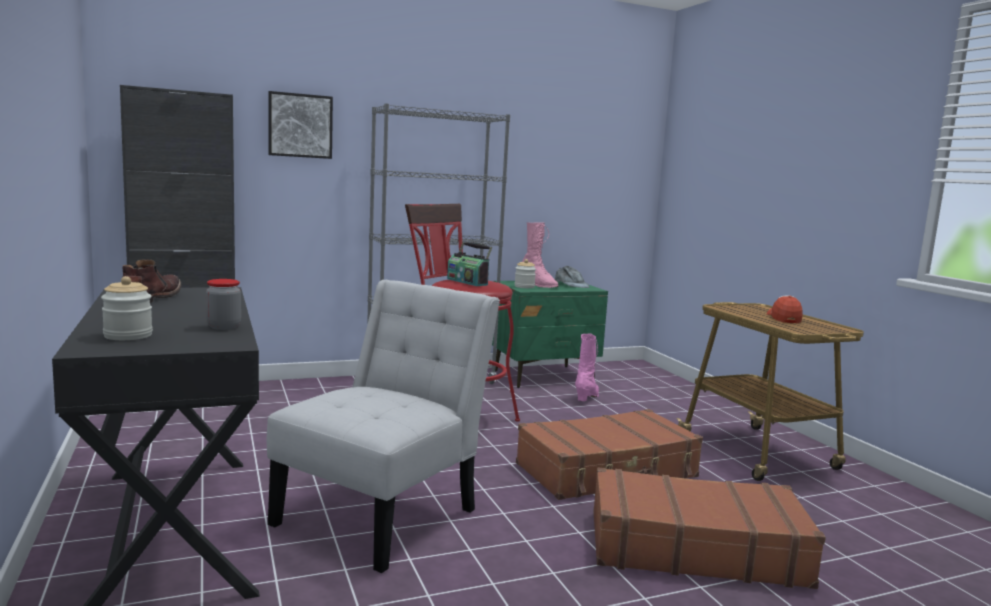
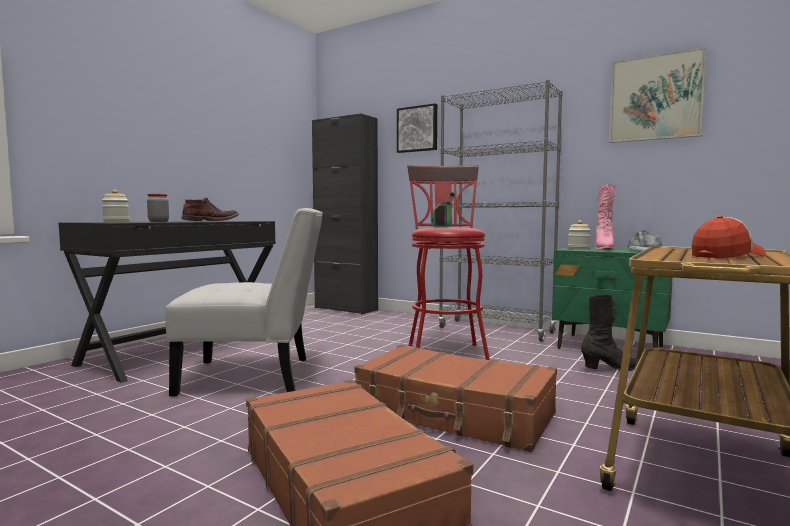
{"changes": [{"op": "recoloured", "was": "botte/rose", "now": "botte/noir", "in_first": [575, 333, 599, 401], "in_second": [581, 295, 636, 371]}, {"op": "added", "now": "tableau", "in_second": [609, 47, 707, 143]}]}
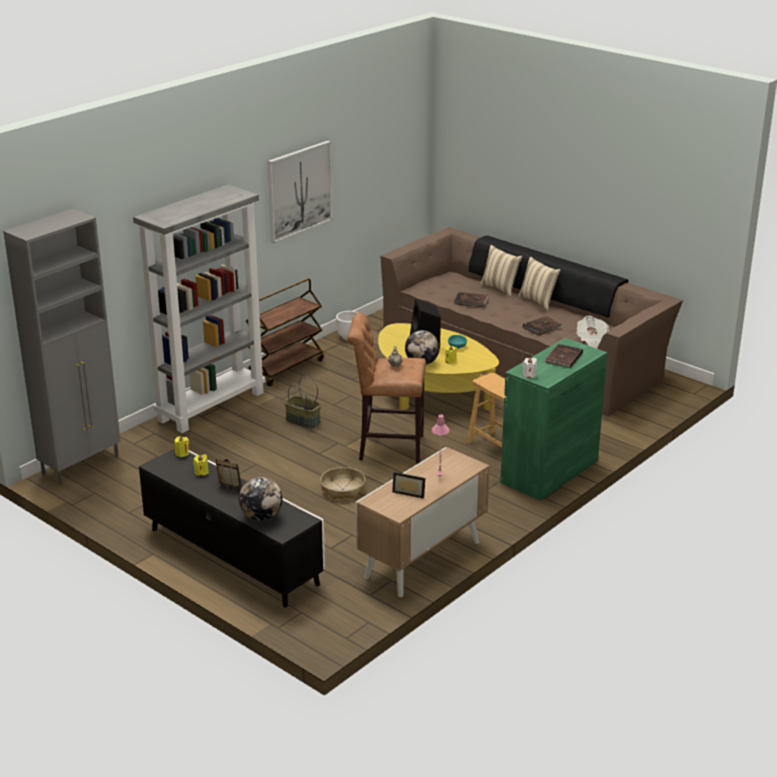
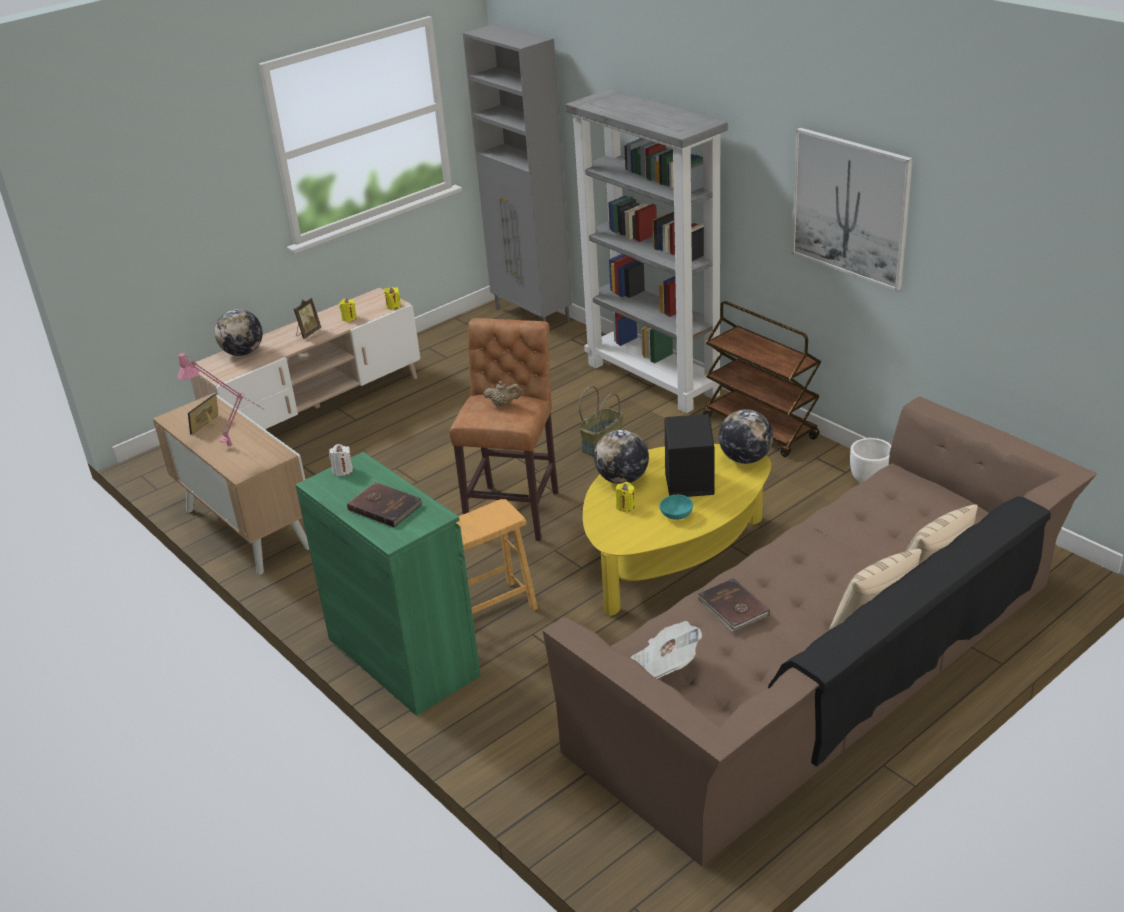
{"changes": [{"op": "recoloured", "was": "meuble télé/noir", "now": "meuble télé/beige", "in_first": [139, 448, 325, 608], "in_second": [190, 288, 420, 429]}, {"op": "removed", "was": "panier", "in_first": [320, 467, 365, 500]}, {"op": "removed", "was": "livre/marron", "in_first": [454, 292, 488, 307]}, {"op": "added", "now": "globe", "in_second": [719, 409, 773, 464]}]}
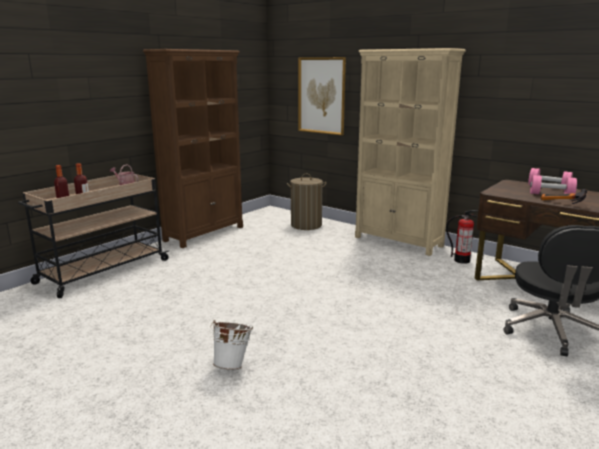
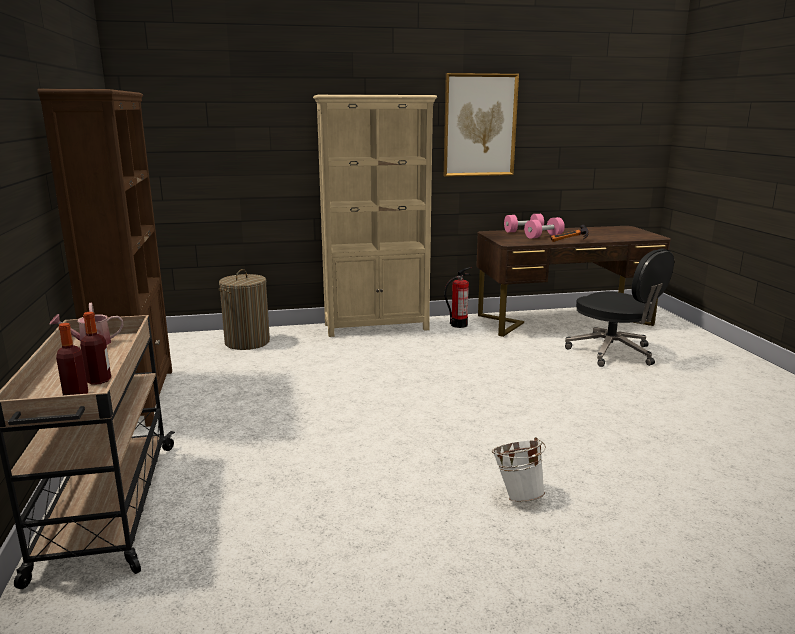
{"changes": [{"op": "moved", "was": "tableau", "in_first": [298, 57, 346, 135], "in_second": [444, 73, 519, 177]}]}
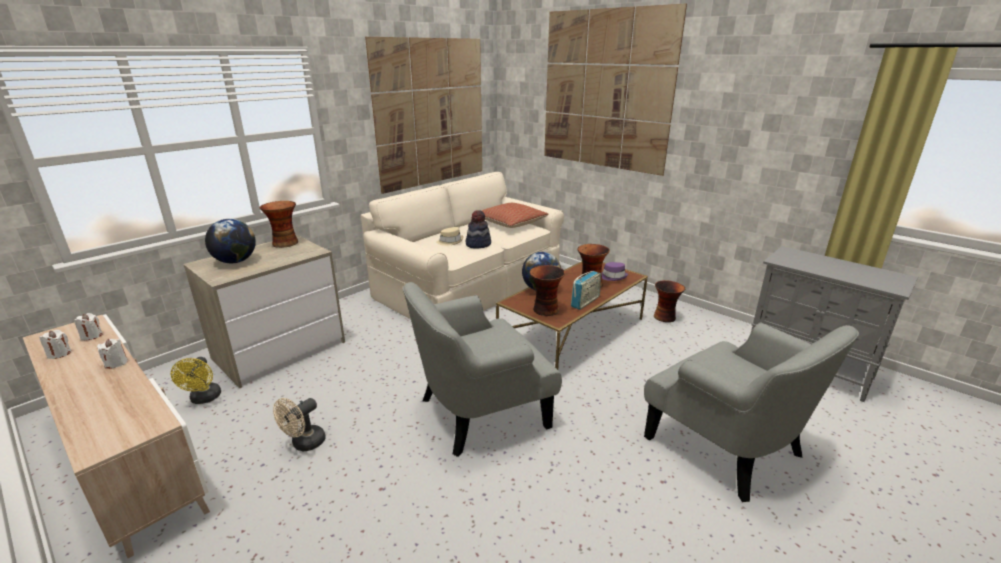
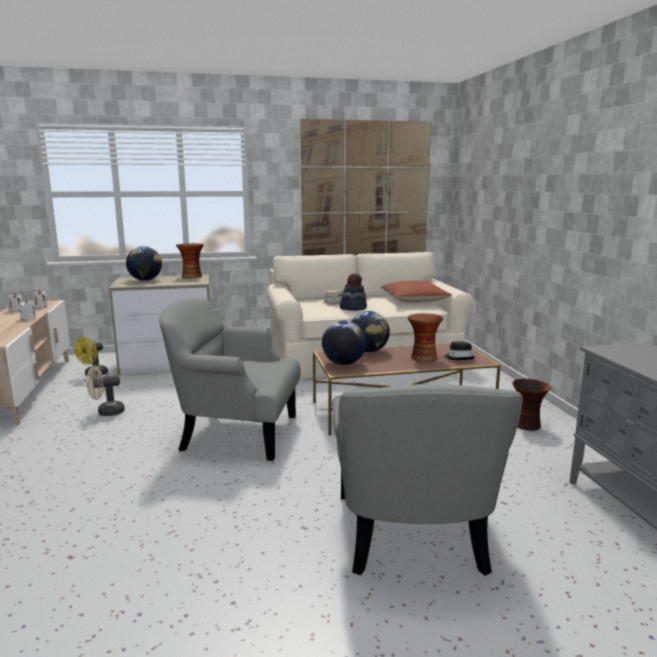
{"changes": [{"op": "replaced", "was": "vase", "now": "globe", "in_first": [530, 265, 565, 316], "in_second": [322, 321, 366, 365]}, {"op": "removed", "was": "tableau", "in_first": [544, 4, 687, 176]}, {"op": "removed", "was": "radio", "in_first": [571, 271, 601, 310]}, {"op": "recoloured", "was": "chapeau/violet", "now": "chapeau/noir", "in_first": [602, 262, 628, 281], "in_second": [444, 341, 476, 360]}]}
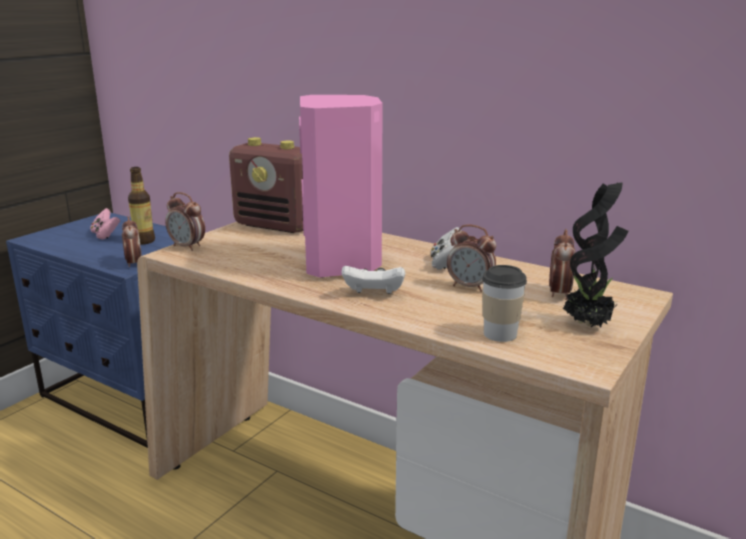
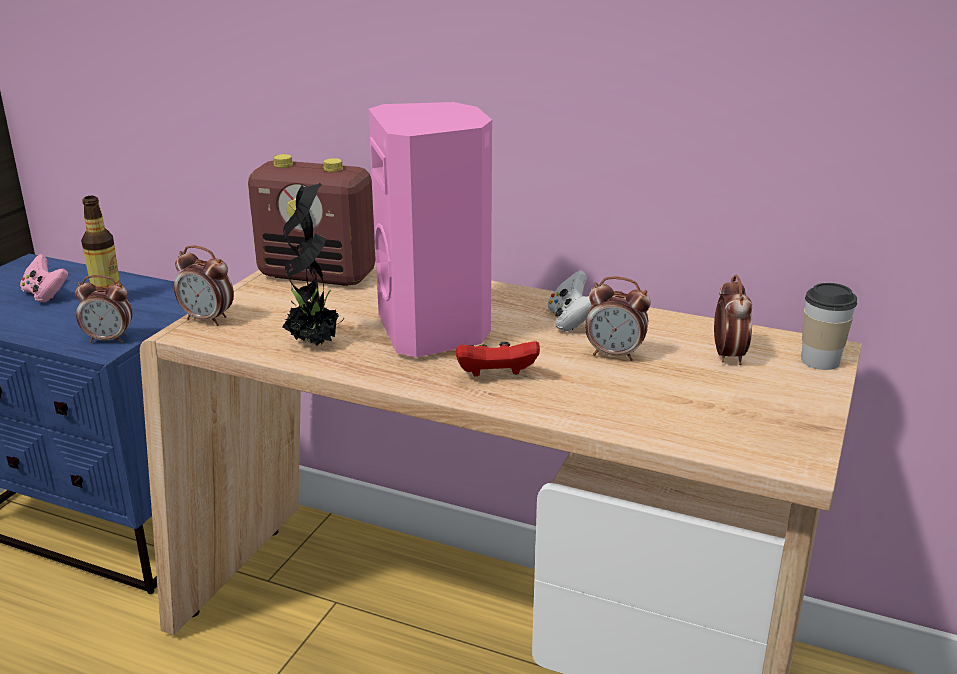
{"changes": [{"op": "turned", "was": "réveil", "in_first": [122, 216, 142, 267], "in_second": [75, 275, 132, 343], "clockwise": 120}, {"op": "recoloured", "was": "manette/blanc", "now": "manette/rouge", "in_first": [342, 266, 405, 294], "in_second": [456, 341, 540, 376]}, {"op": "moved", "was": "tasse", "in_first": [482, 265, 527, 342], "in_second": [801, 283, 857, 370]}, {"op": "moved", "was": "plante en pot", "in_first": [563, 182, 628, 328], "in_second": [282, 183, 344, 345]}]}
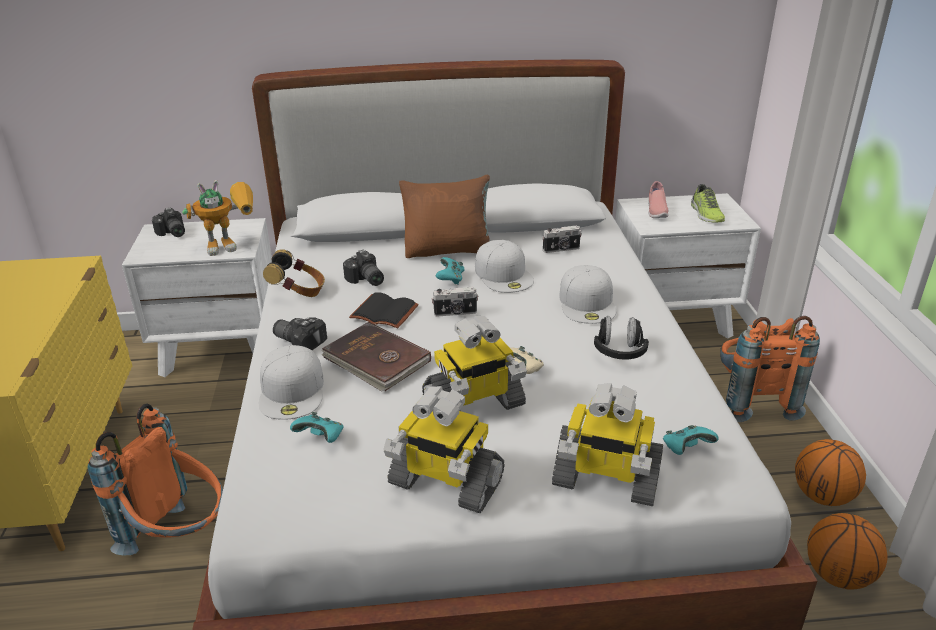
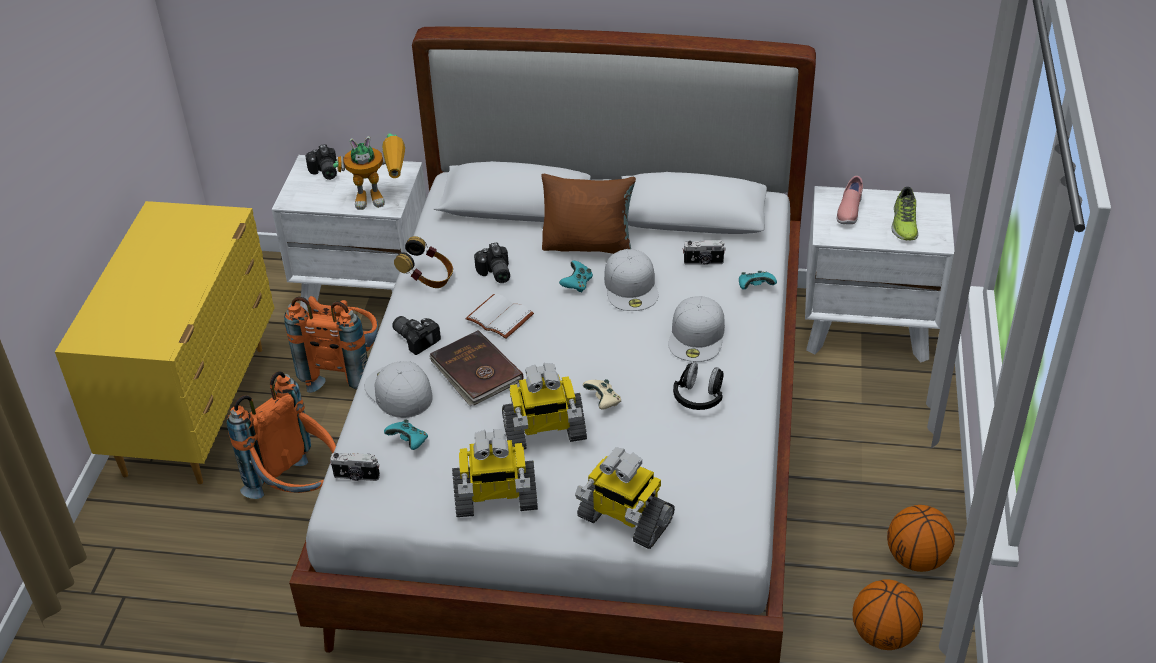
{"changes": [{"op": "turned", "was": "casquette/blanc", "in_first": [259, 345, 324, 420], "in_second": [364, 361, 433, 418], "clockwise": 135}, {"op": "recoloured", "was": "livre/noir", "now": "livre/blanc", "in_first": [349, 293, 419, 329], "in_second": [465, 294, 534, 339]}, {"op": "turned", "was": "robot jouet", "in_first": [383, 386, 504, 513], "in_second": [452, 429, 538, 517], "clockwise": -45}, {"op": "moved", "was": "appareil photo", "in_first": [432, 287, 479, 317], "in_second": [330, 453, 380, 481]}, {"op": "moved", "was": "manette/turquoise", "in_first": [663, 425, 719, 455], "in_second": [739, 271, 777, 289]}, {"op": "moved", "was": "sac à dos/orange", "in_first": [720, 316, 820, 422], "in_second": [284, 296, 378, 393]}]}
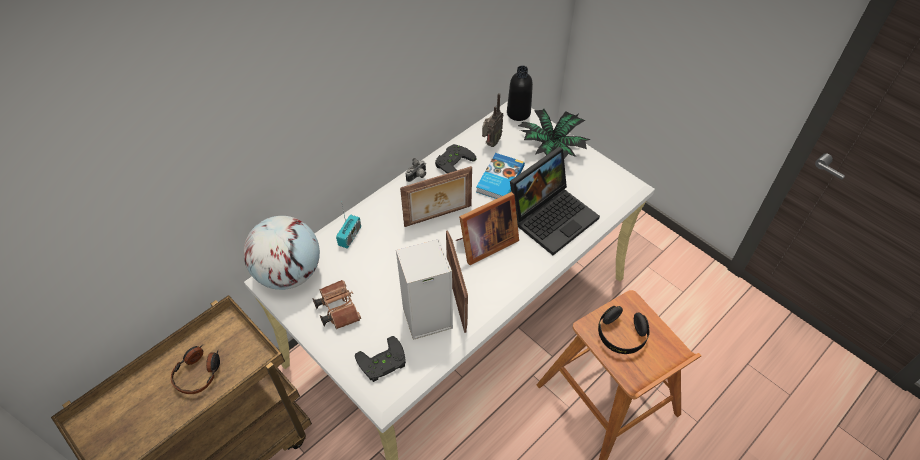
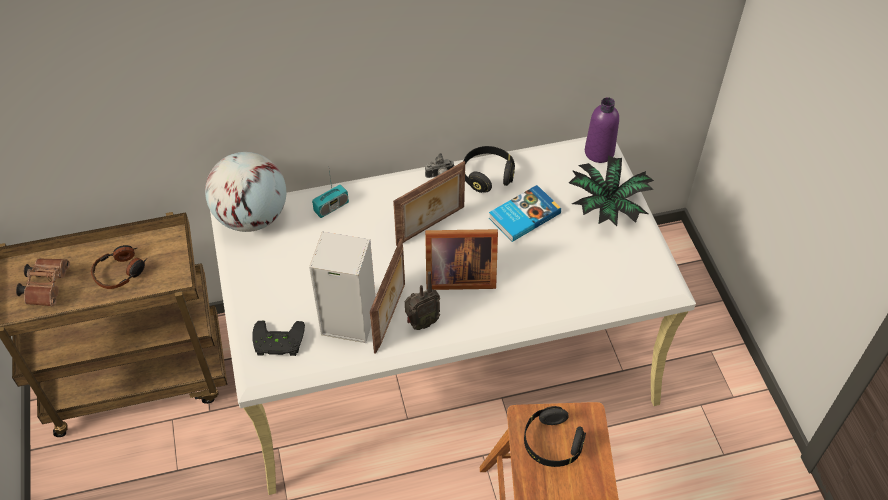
{"changes": [{"op": "moved", "was": "jumelles/marron", "in_first": [313, 280, 361, 329], "in_second": [16, 258, 70, 306]}, {"op": "turned", "was": "cadre photo", "in_first": [400, 166, 472, 227], "in_second": [393, 161, 465, 246], "clockwise": -45}, {"op": "replaced", "was": "manette/noir", "now": "casque audio/noir", "in_first": [435, 144, 477, 173], "in_second": [464, 146, 515, 193]}, {"op": "moved", "was": "radio", "in_first": [482, 93, 504, 147], "in_second": [405, 271, 440, 330]}, {"op": "recoloured", "was": "bouteille/noir", "now": "bouteille/violet", "in_first": [507, 66, 533, 121], "in_second": [585, 97, 619, 163]}, {"op": "removed", "was": "ordinateur portable", "in_first": [510, 147, 600, 255]}]}
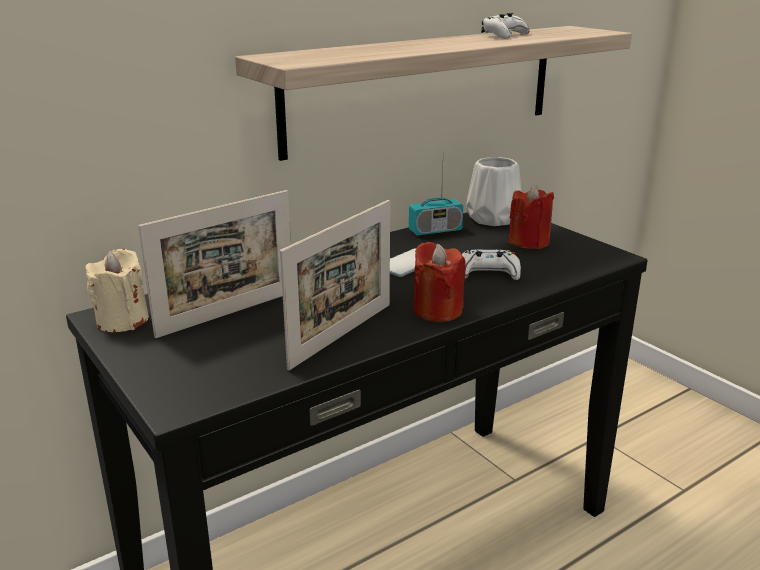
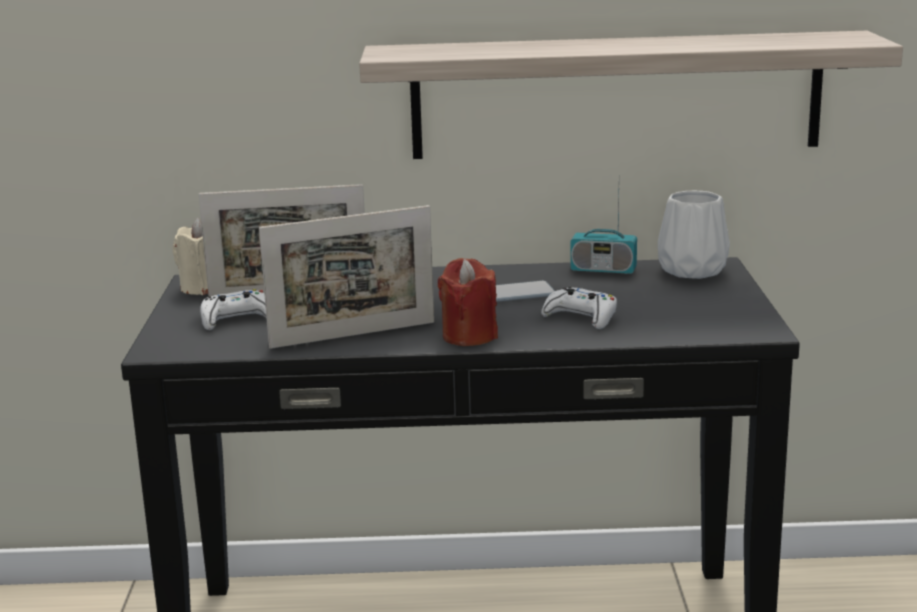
{"changes": [{"op": "moved", "was": "manette/blanc", "in_first": [481, 13, 530, 39], "in_second": [200, 289, 266, 330]}, {"op": "removed", "was": "bougie/rouge", "in_first": [508, 185, 554, 249]}]}
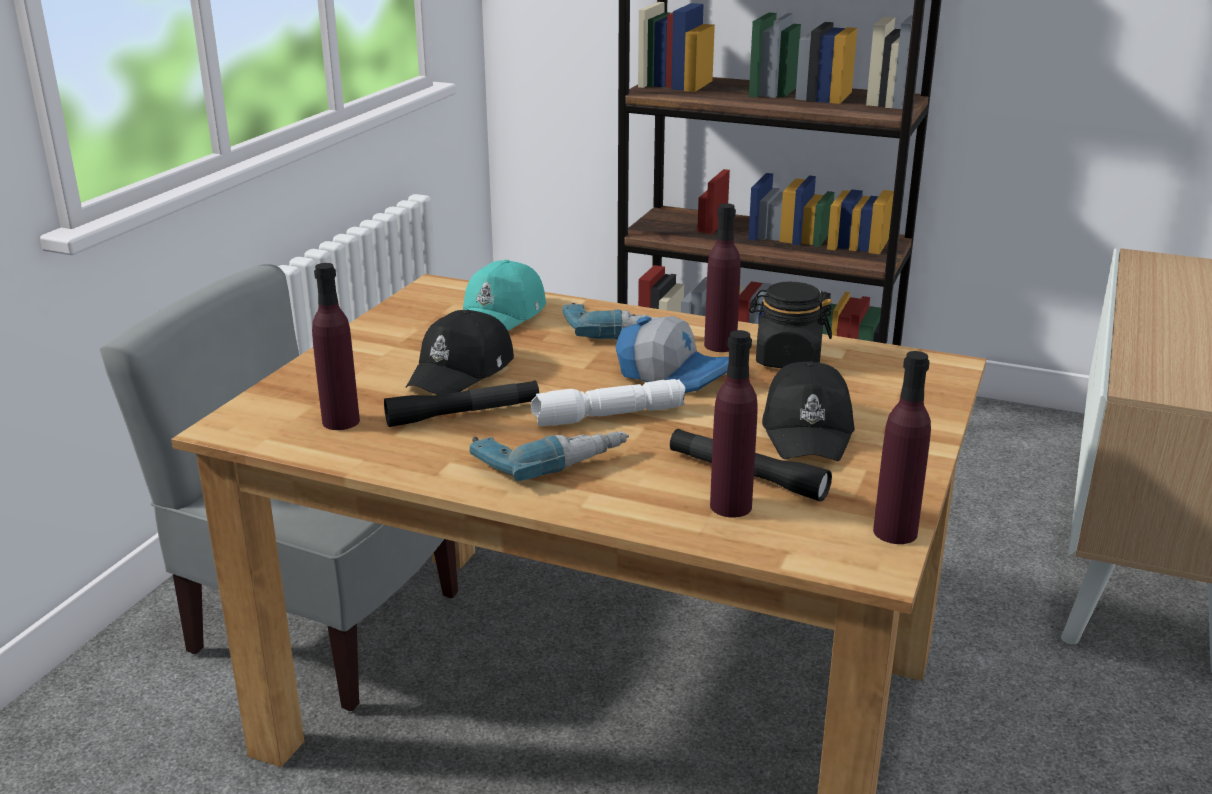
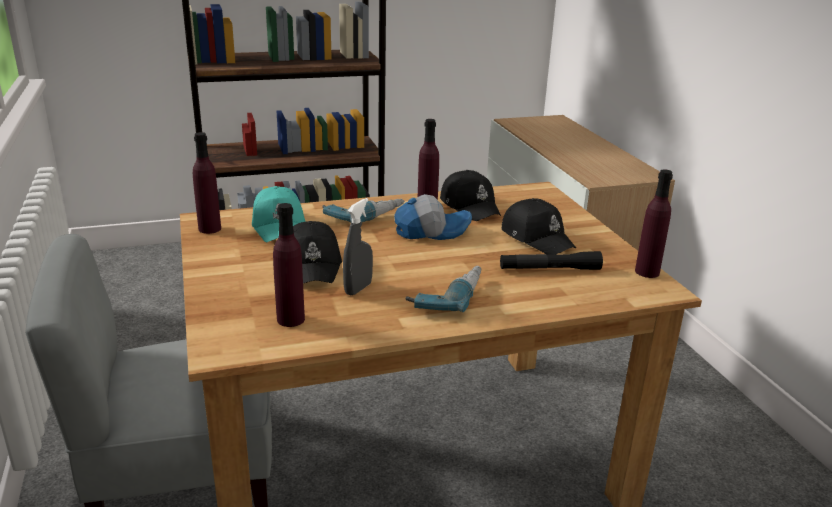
{"changes": [{"op": "replaced", "was": "lampe de poche/noir", "now": "vaporisateur/gris", "in_first": [384, 380, 539, 427], "in_second": [343, 198, 373, 296]}, {"op": "removed", "was": "lampe de poche/blanc", "in_first": [531, 379, 685, 426]}, {"op": "moved", "was": "bouteille/violet", "in_first": [710, 330, 758, 518], "in_second": [193, 132, 221, 234]}, {"op": "replaced", "was": "bocal/noir", "now": "casquette/noir", "in_first": [749, 282, 832, 368], "in_second": [440, 170, 501, 221]}]}
